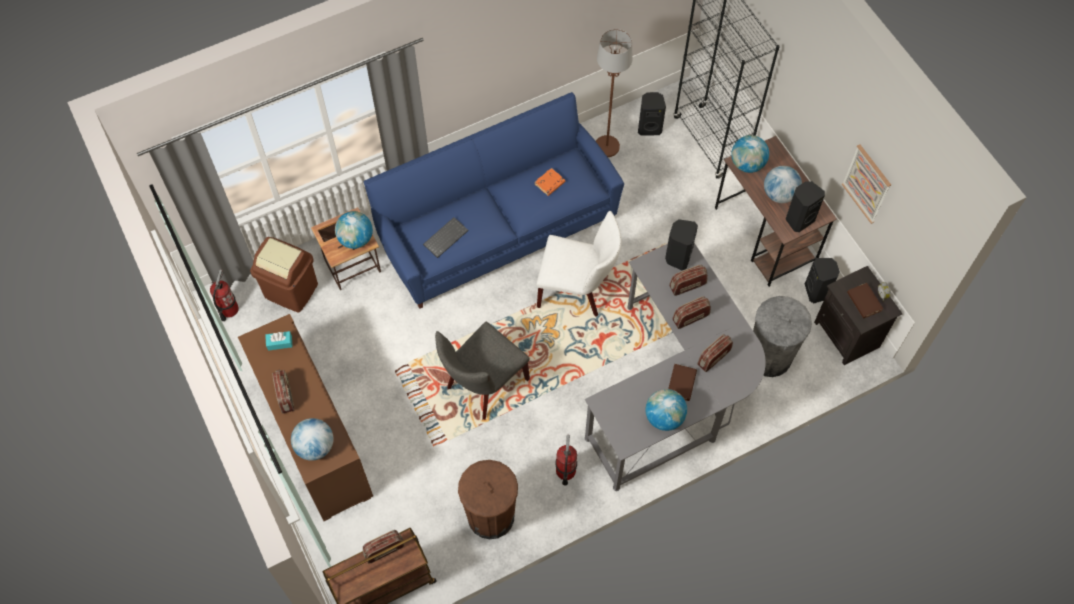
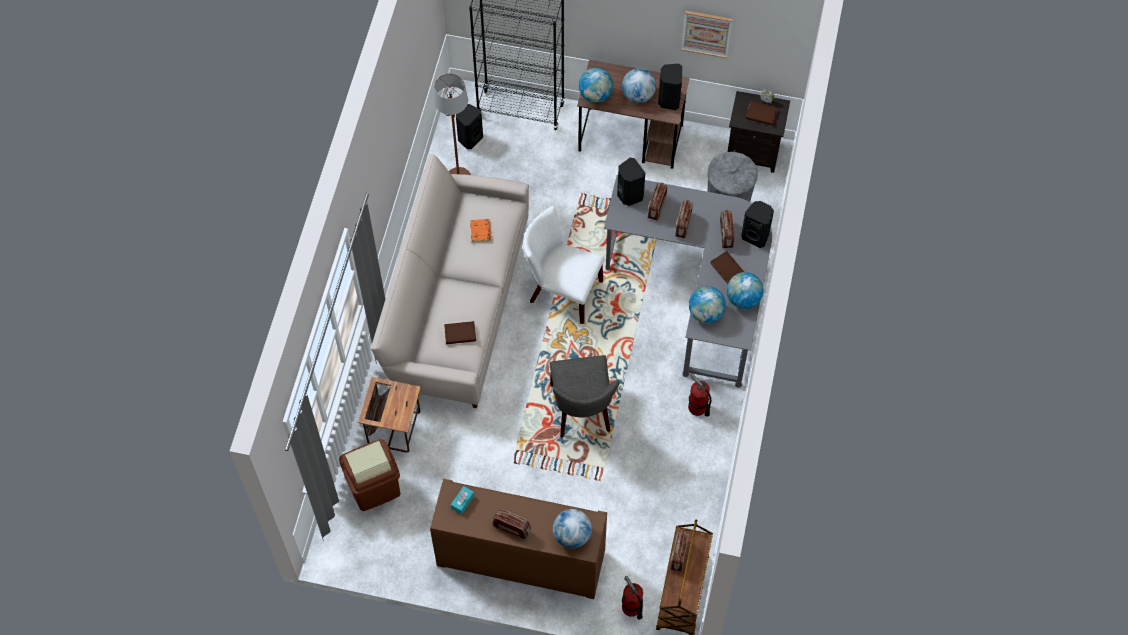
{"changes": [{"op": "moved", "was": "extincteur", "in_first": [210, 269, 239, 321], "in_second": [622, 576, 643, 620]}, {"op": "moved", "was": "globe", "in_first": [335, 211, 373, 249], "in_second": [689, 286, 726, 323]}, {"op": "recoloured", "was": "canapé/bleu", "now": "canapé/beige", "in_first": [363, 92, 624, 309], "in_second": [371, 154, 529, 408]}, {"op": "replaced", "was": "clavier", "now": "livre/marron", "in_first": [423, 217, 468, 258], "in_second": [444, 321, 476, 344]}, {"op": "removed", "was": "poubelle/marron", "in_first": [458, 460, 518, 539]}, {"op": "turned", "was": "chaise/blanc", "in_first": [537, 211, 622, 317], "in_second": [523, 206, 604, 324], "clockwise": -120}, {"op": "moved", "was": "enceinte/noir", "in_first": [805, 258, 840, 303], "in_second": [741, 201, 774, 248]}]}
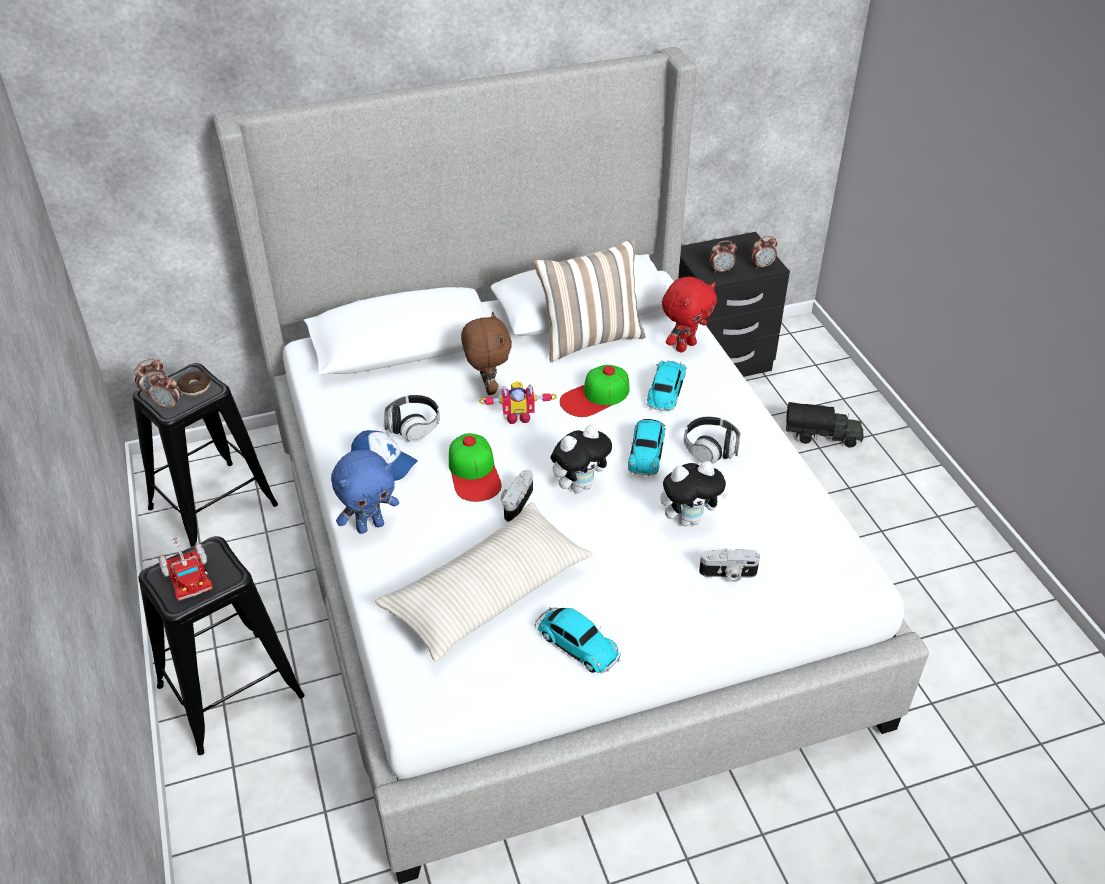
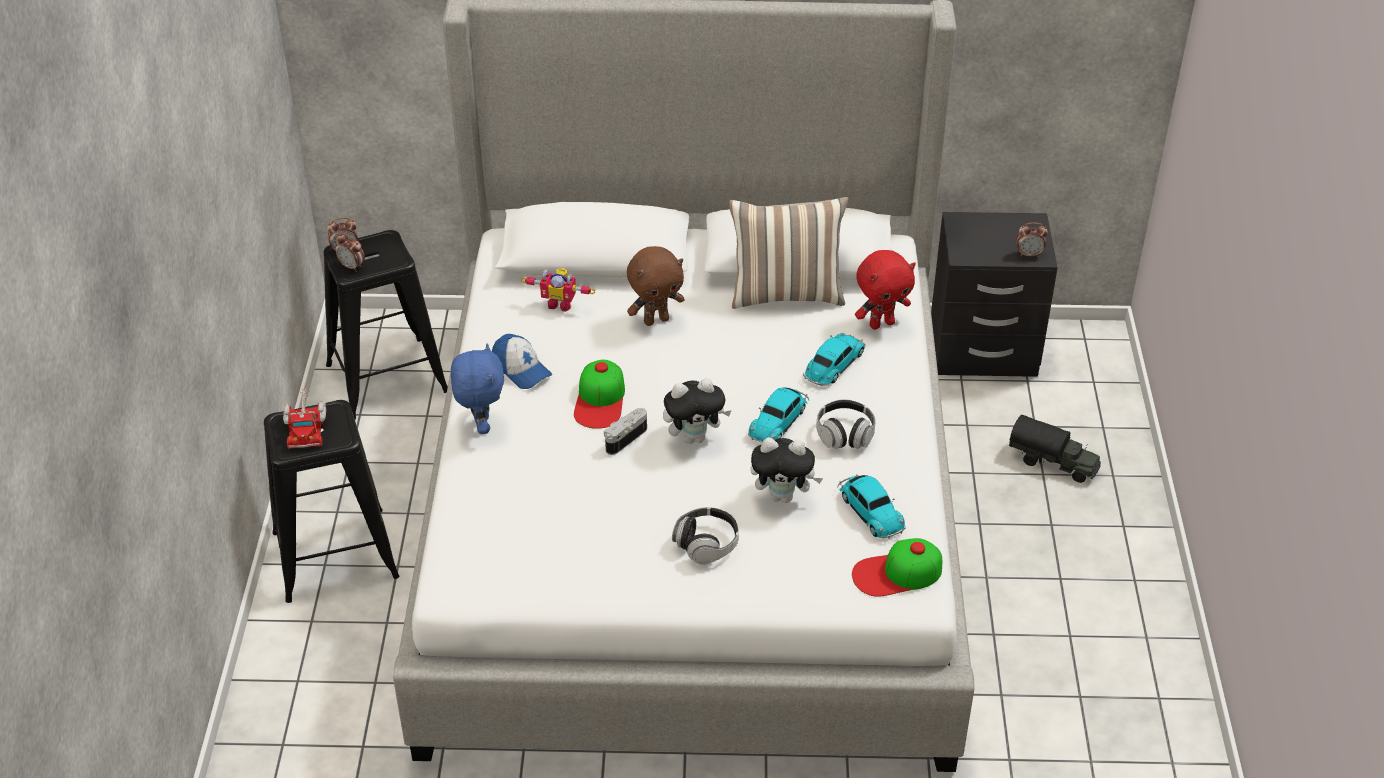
{"changes": [{"op": "removed", "was": "beignet", "in_first": [177, 371, 210, 396]}, {"op": "turned", "was": "peluche/bleu", "in_first": [331, 450, 399, 534], "in_second": [451, 344, 504, 434], "clockwise": -90}, {"op": "removed", "was": "coussin/beige", "in_first": [375, 503, 593, 662]}, {"op": "moved", "was": "casque audio", "in_first": [383, 395, 440, 442], "in_second": [672, 507, 739, 565]}, {"op": "turned", "was": "peluche/marron", "in_first": [461, 311, 512, 395], "in_second": [627, 246, 684, 326], "clockwise": 60}, {"op": "moved", "was": "robot jouet", "in_first": [479, 381, 557, 424], "in_second": [521, 268, 596, 311]}, {"op": "moved", "was": "petite voiture", "in_first": [535, 607, 621, 673], "in_second": [837, 474, 906, 539]}, {"op": "moved", "was": "casquette", "in_first": [560, 365, 629, 417], "in_second": [852, 538, 942, 597]}, {"op": "removed", "was": "appareil photo", "in_first": [699, 548, 760, 582]}, {"op": "removed", "was": "réveil", "in_first": [710, 241, 737, 273]}]}
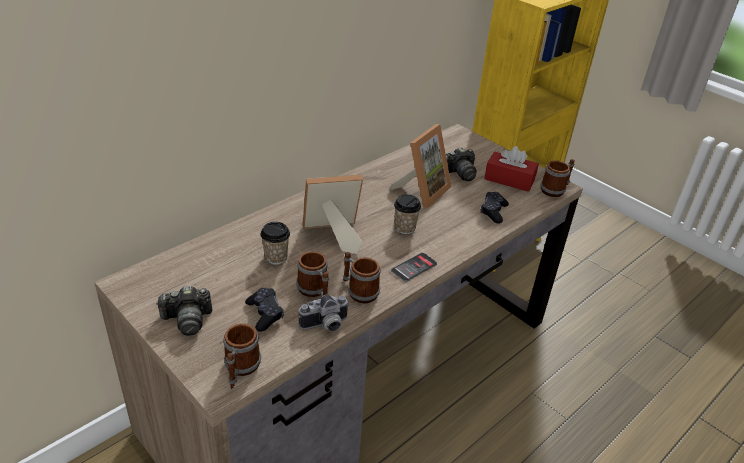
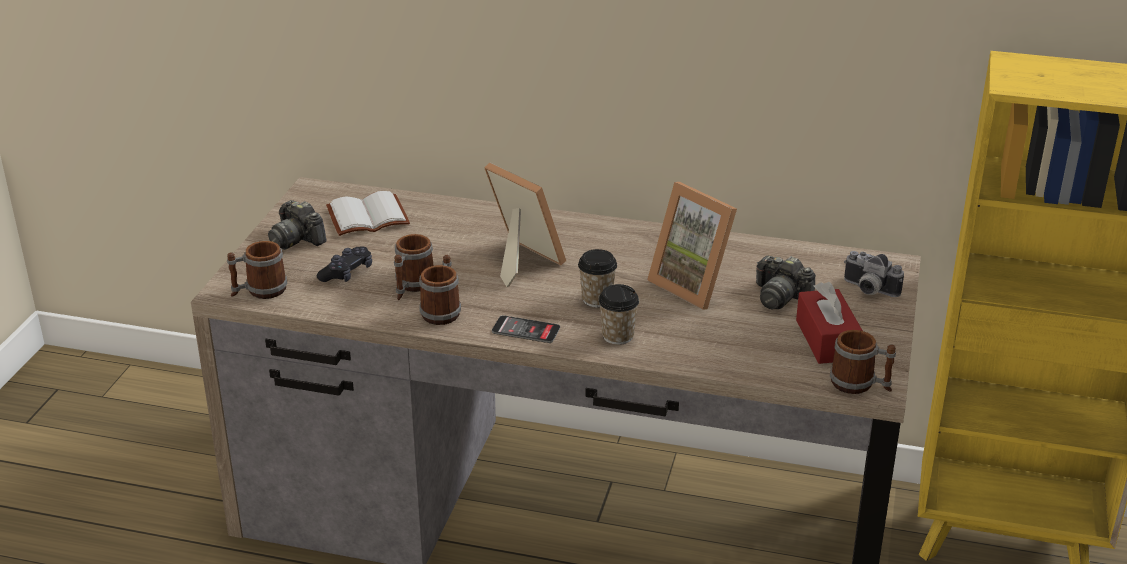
{"changes": [{"op": "moved", "was": "tasse", "in_first": [260, 222, 290, 264], "in_second": [598, 284, 639, 345]}, {"op": "moved", "was": "appareil photo", "in_first": [299, 295, 350, 331], "in_second": [844, 251, 904, 297]}, {"op": "turned", "was": "cadre photo", "in_first": [390, 124, 452, 208], "in_second": [647, 182, 737, 310], "clockwise": 45}, {"op": "removed", "was": "manette/noir", "in_first": [480, 192, 509, 224]}, {"op": "added", "now": "livre/blanc", "in_second": [326, 191, 410, 236]}]}
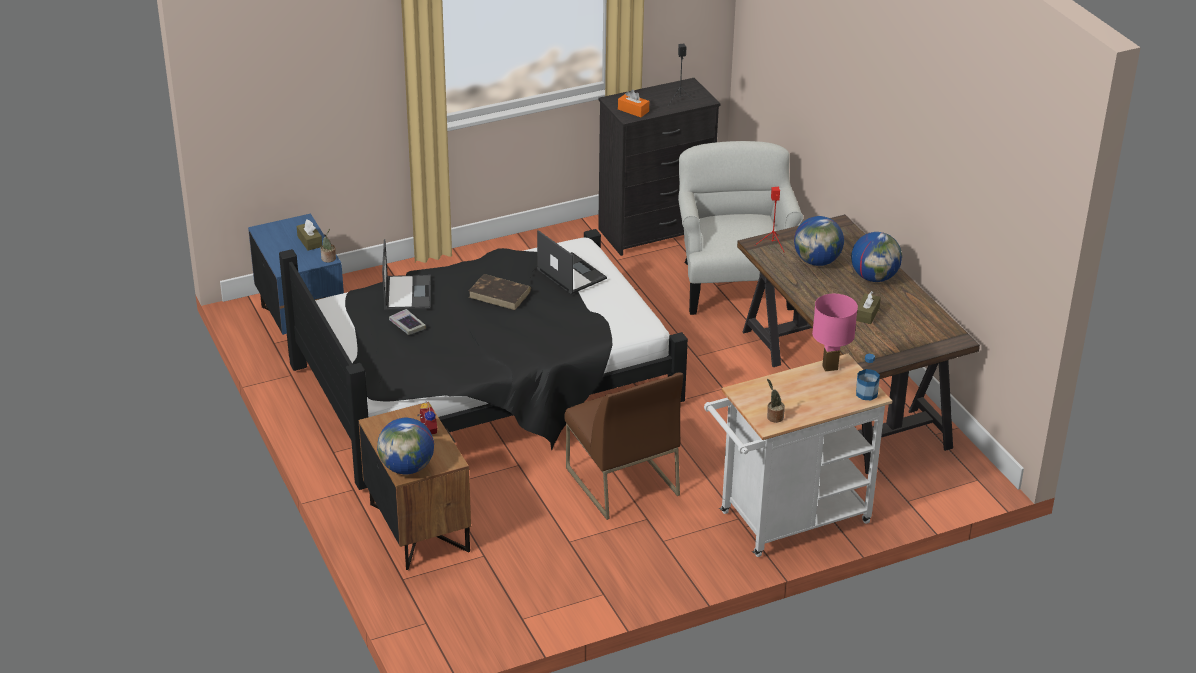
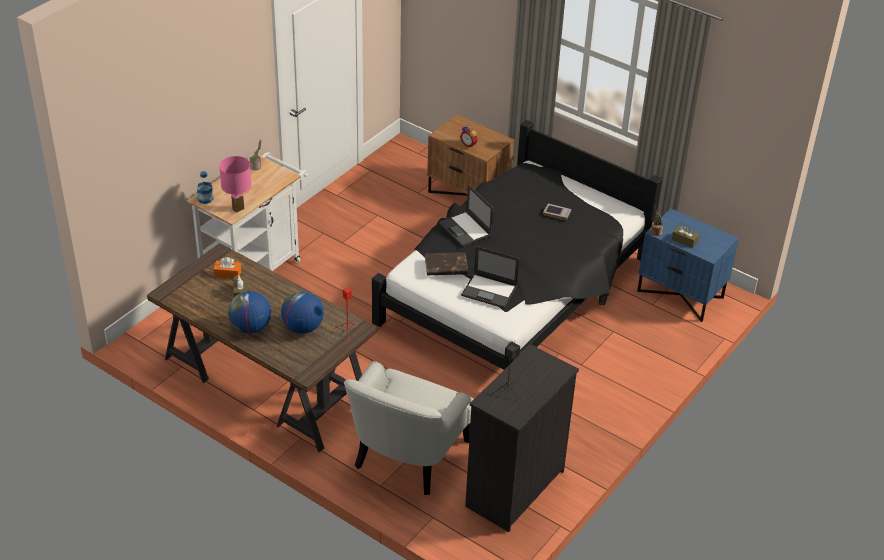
{"changes": [{"op": "removed", "was": "globe", "in_first": [377, 418, 434, 474]}, {"op": "moved", "was": "ordinateur portable", "in_first": [382, 239, 431, 311], "in_second": [439, 184, 493, 247]}, {"op": "moved", "was": "livre/marron", "in_first": [469, 274, 531, 310], "in_second": [425, 252, 468, 275]}, {"op": "removed", "was": "chaise/marron", "in_first": [564, 373, 683, 520]}, {"op": "moved", "was": "boîte à mouchoirs/orange", "in_first": [618, 90, 649, 117], "in_second": [214, 257, 241, 279]}, {"op": "turned", "was": "fauteuil/blanc", "in_first": [678, 141, 803, 315], "in_second": [344, 361, 474, 495], "clockwise": 60}]}
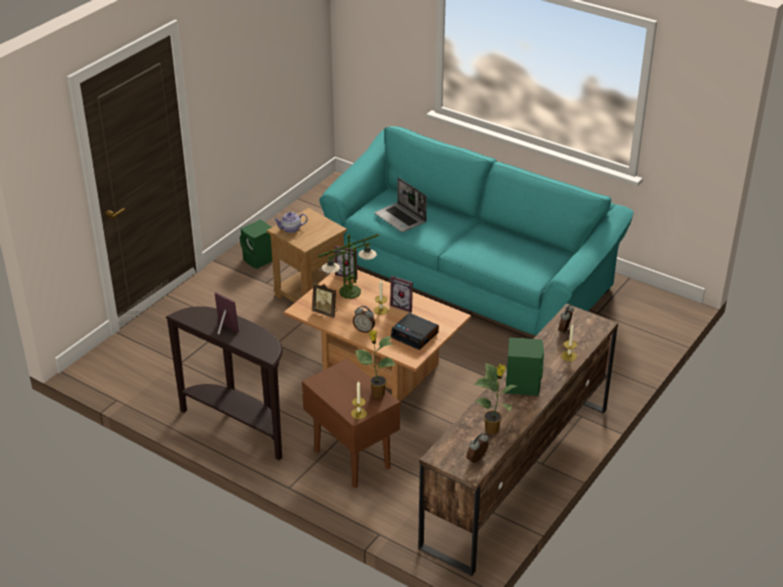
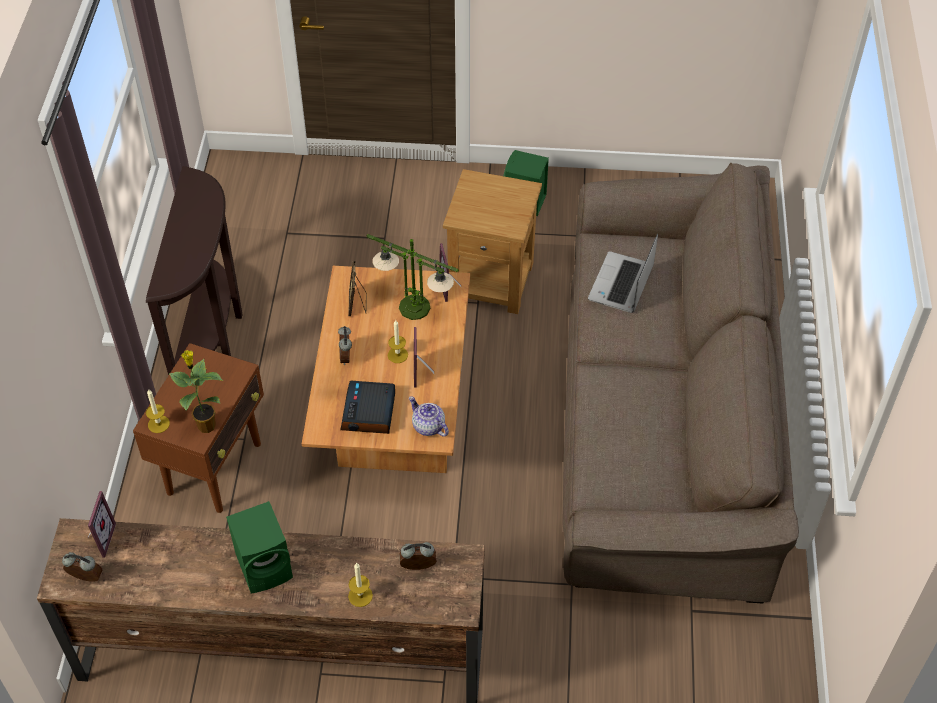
{"changes": [{"op": "moved", "was": "cadre photo", "in_first": [215, 292, 239, 335], "in_second": [87, 491, 116, 558]}, {"op": "moved", "was": "théière", "in_first": [274, 212, 308, 233], "in_second": [409, 396, 449, 437]}, {"op": "recoloured", "was": "canapé/turquoise", "now": "canapé/marron", "in_first": [319, 126, 633, 335], "in_second": [563, 163, 799, 603]}, {"op": "removed", "was": "plante en pot", "in_first": [473, 363, 517, 435]}]}
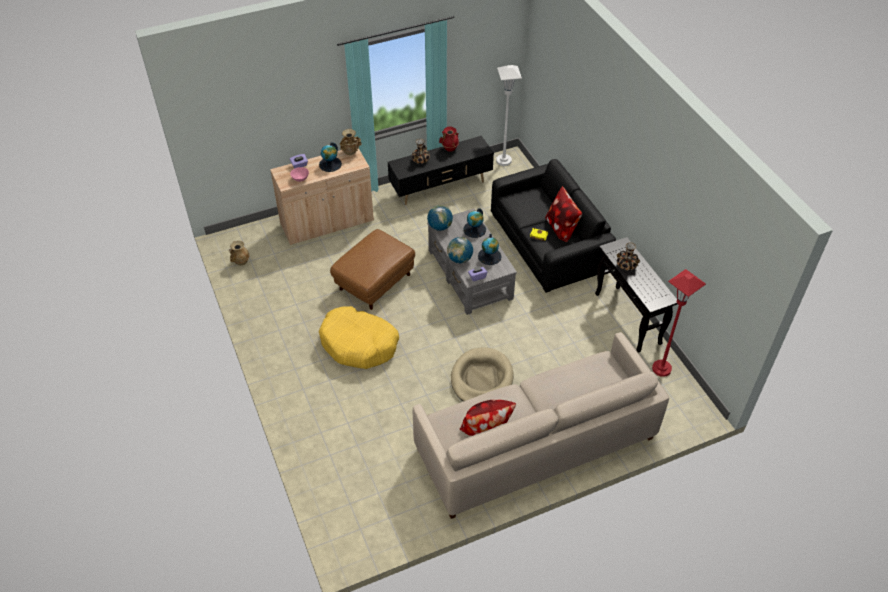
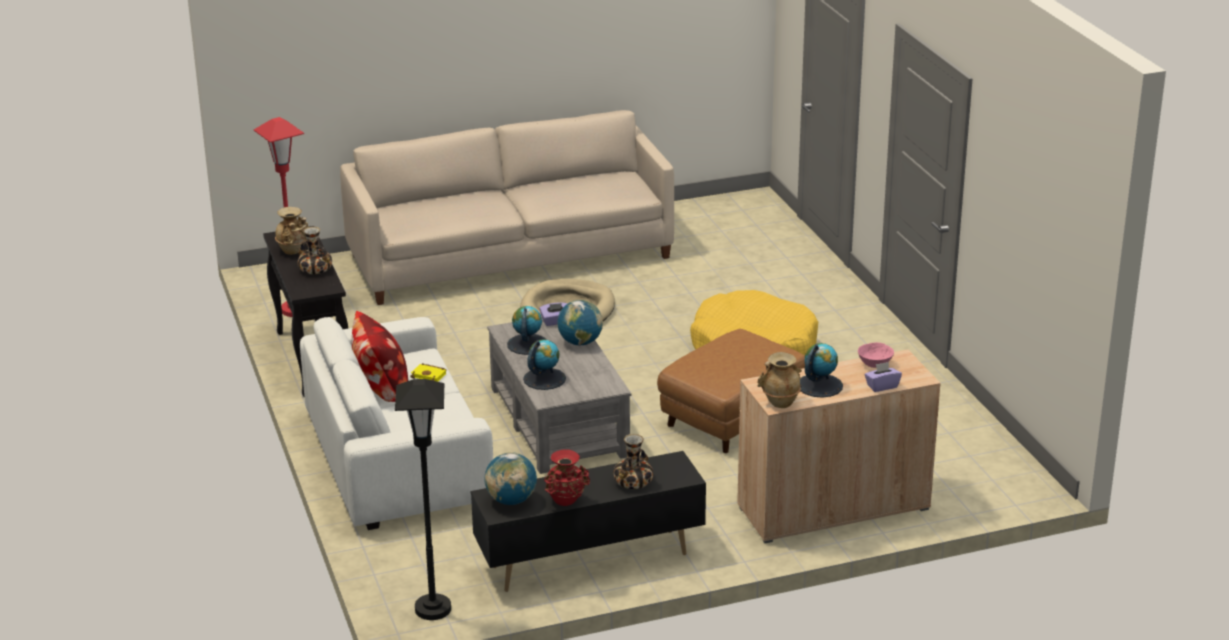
{"changes": [{"op": "moved", "was": "vase/beige", "in_first": [229, 241, 250, 266], "in_second": [275, 207, 308, 255]}, {"op": "moved", "was": "globe", "in_first": [427, 205, 453, 231], "in_second": [484, 452, 537, 505]}, {"op": "removed", "was": "coussin", "in_first": [460, 399, 516, 436]}, {"op": "recoloured", "was": "canapé/noir", "now": "canapé/blanc", "in_first": [491, 159, 616, 293], "in_second": [300, 317, 493, 530]}, {"op": "recoloured", "was": "lampadaire/blanc", "now": "lampadaire/noir", "in_first": [496, 65, 522, 166], "in_second": [395, 379, 451, 620]}]}
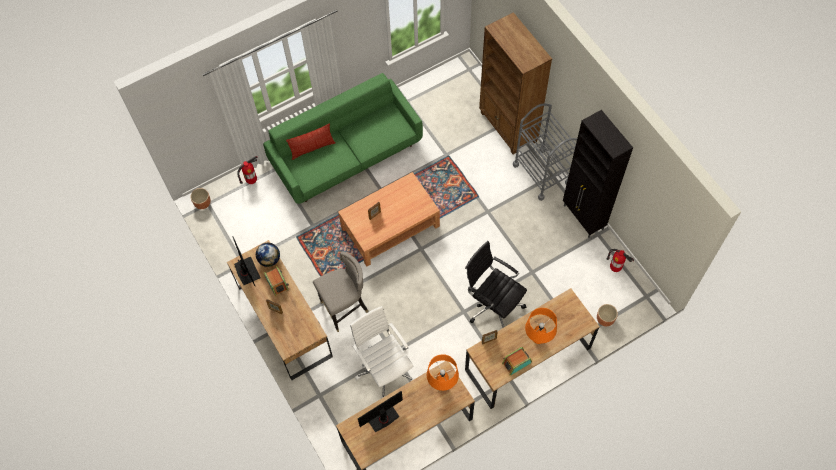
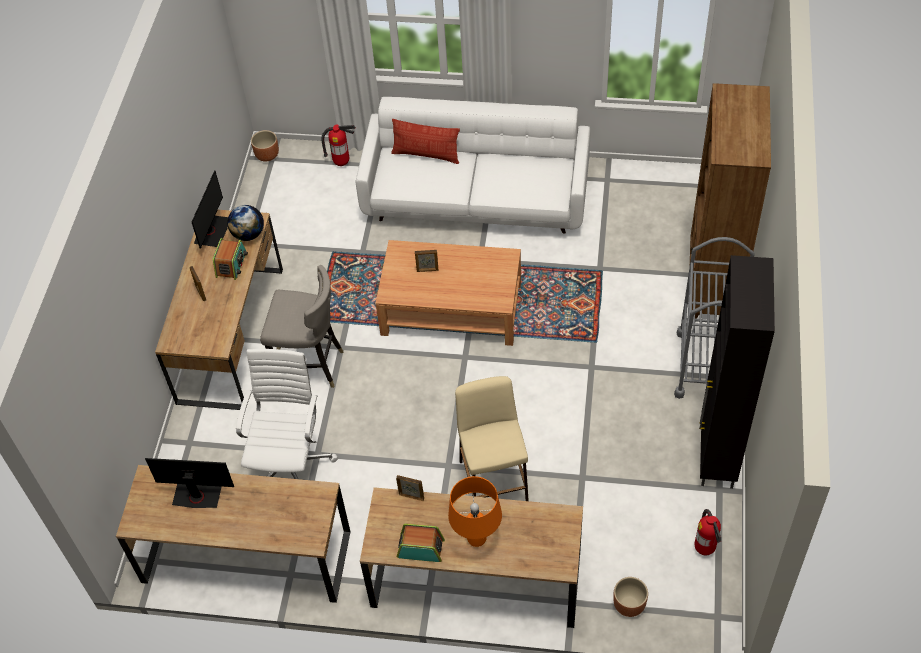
{"changes": [{"op": "recoloured", "was": "canapé/vert", "now": "canapé/blanc", "in_first": [263, 73, 423, 204], "in_second": [356, 97, 590, 234]}, {"op": "removed", "was": "lampe de table/orange", "in_first": [427, 354, 459, 391]}, {"op": "replaced", "was": "chaise de bureau/noir", "now": "tabouret/beige", "in_first": [465, 241, 527, 328], "in_second": [455, 376, 529, 501]}]}
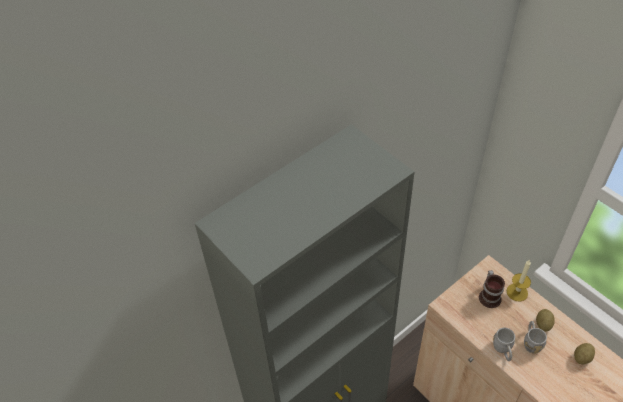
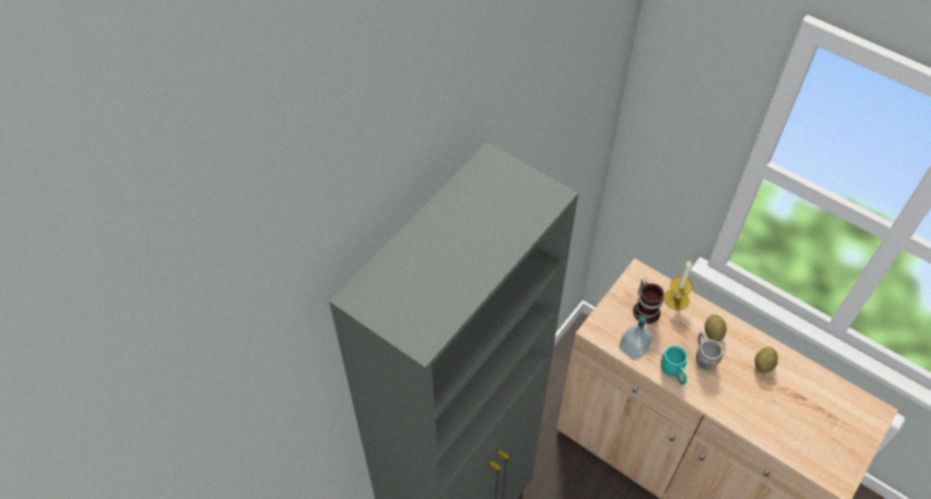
{"changes": [{"op": "recoloured", "was": "mug/gris", "now": "mug/turquoise", "in_first": [493, 327, 515, 361], "in_second": [661, 346, 687, 385]}, {"op": "added", "now": "distributeur de savon", "in_second": [619, 314, 653, 361]}]}
